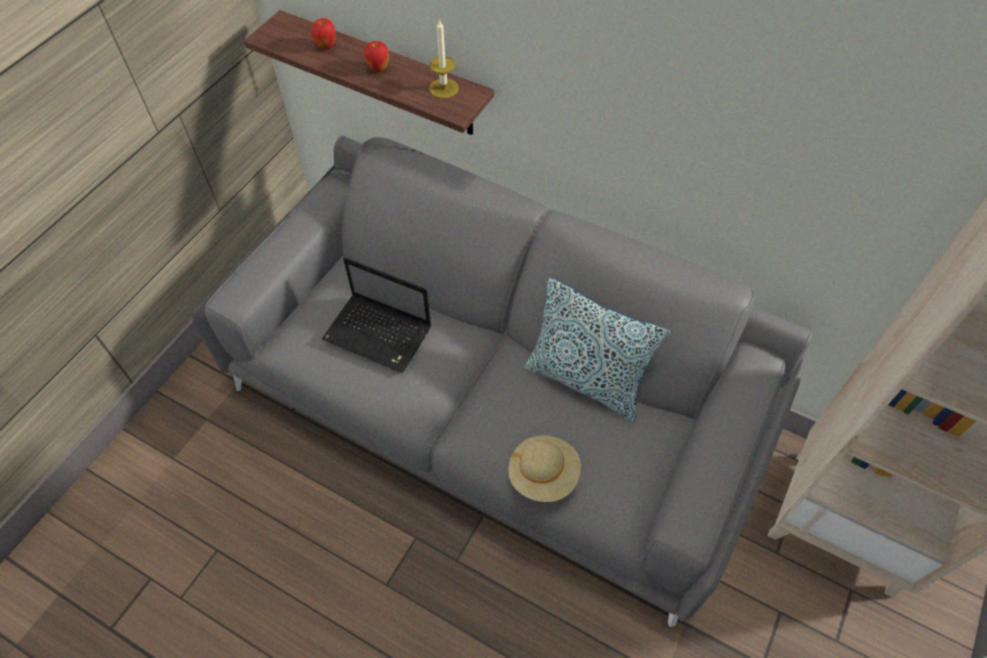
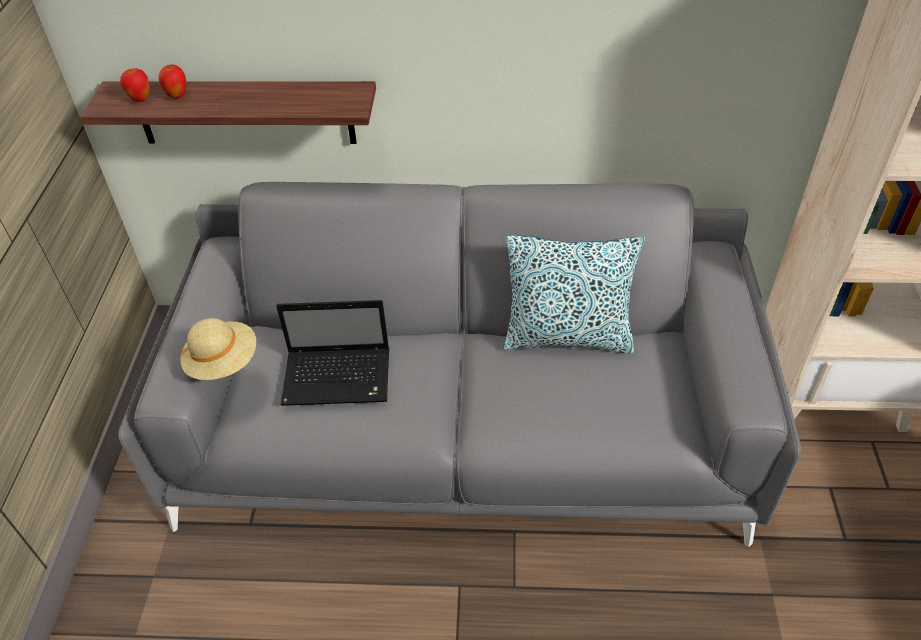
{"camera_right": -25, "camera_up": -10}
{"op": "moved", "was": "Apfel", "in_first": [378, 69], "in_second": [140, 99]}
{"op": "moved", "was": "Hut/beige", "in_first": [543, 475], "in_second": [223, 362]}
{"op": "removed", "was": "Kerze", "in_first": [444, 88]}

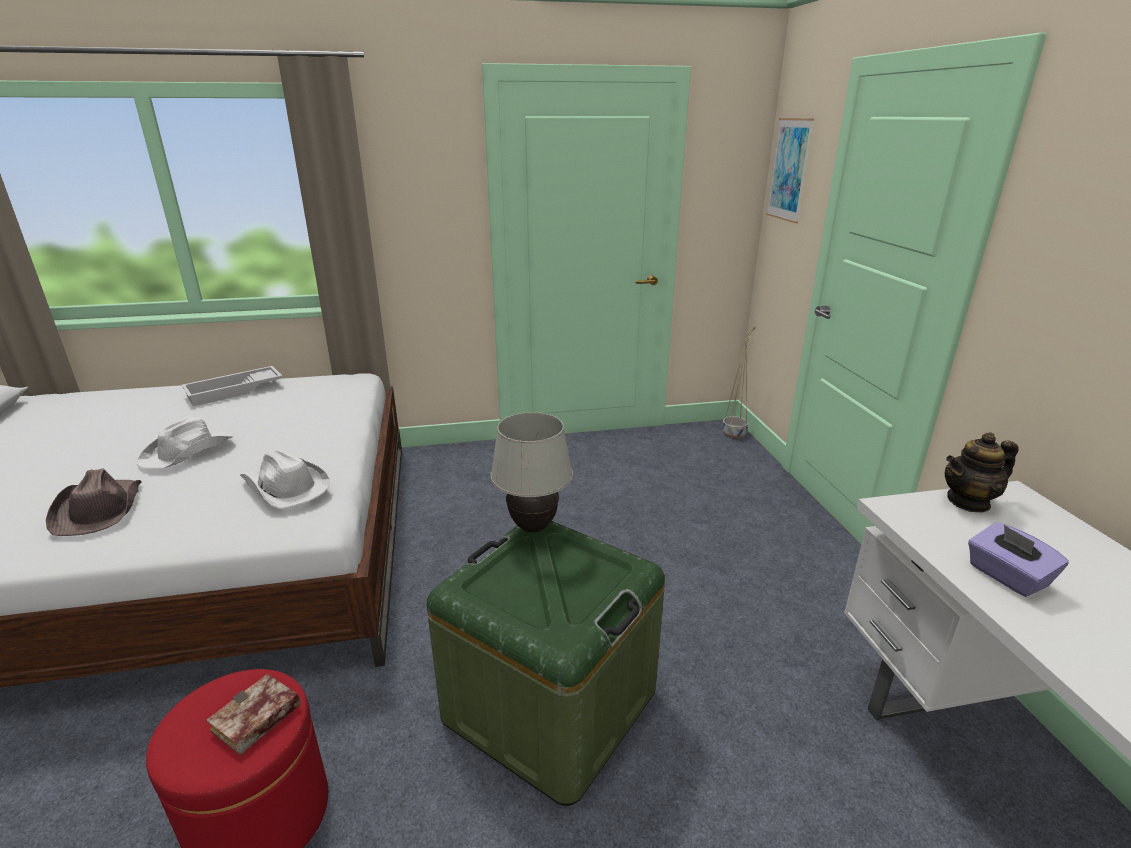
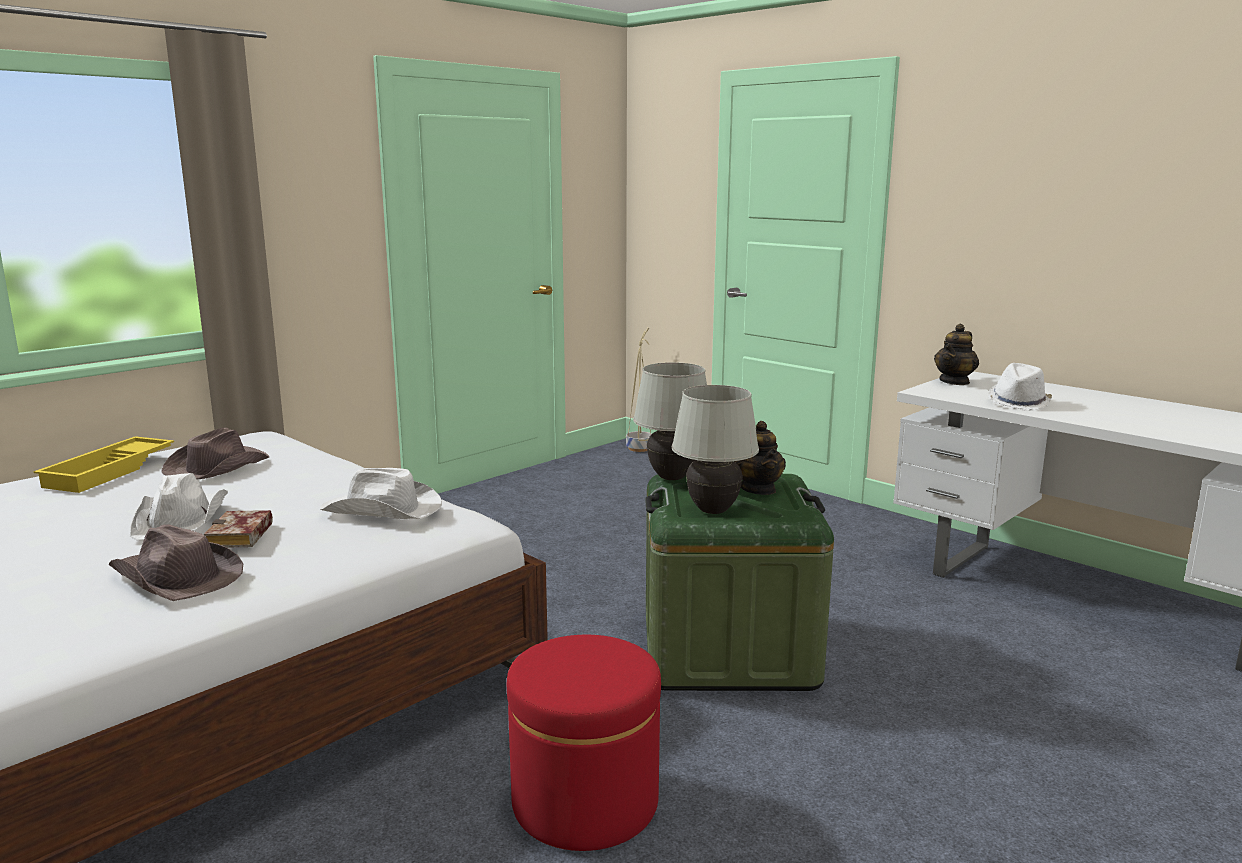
{"camera_right": -35, "camera_up": -10}
{"op": "recoloured", "was": "Tablett/weiß", "now": "Tablett/gelb", "in_first": [234, 391], "in_second": [110, 472]}
{"op": "added", "now": "Hut/braun", "in_second": [216, 467]}
{"op": "moved", "was": "Buch", "in_first": [255, 721], "in_second": [241, 537]}
{"op": "added", "now": "Tischlampe/weiß", "in_second": [713, 511]}
{"op": "added", "now": "Teekanne", "in_second": [758, 489]}
{"op": "replaced", "was": "Taschentuchbox/lila", "now": "Hut/weiß", "in_first": [1006, 576], "in_second": [1019, 403]}
{"op": "removed", "was": "Bild", "in_first": [789, 170]}

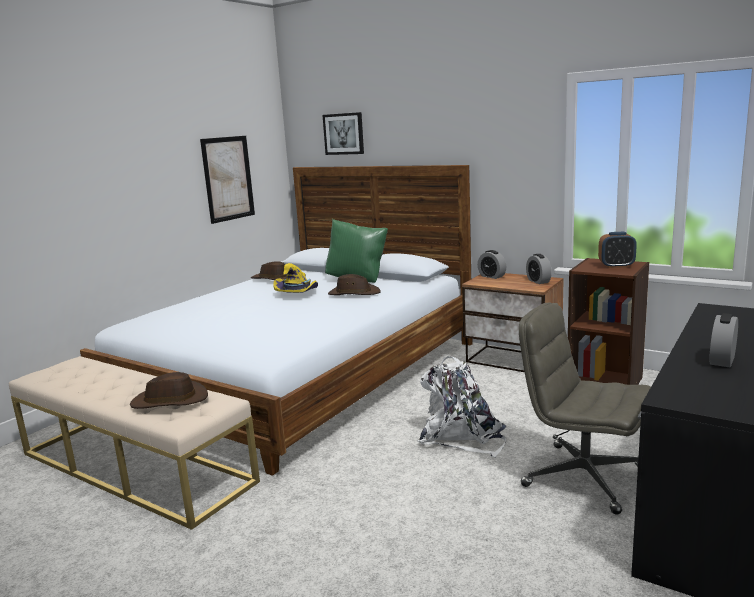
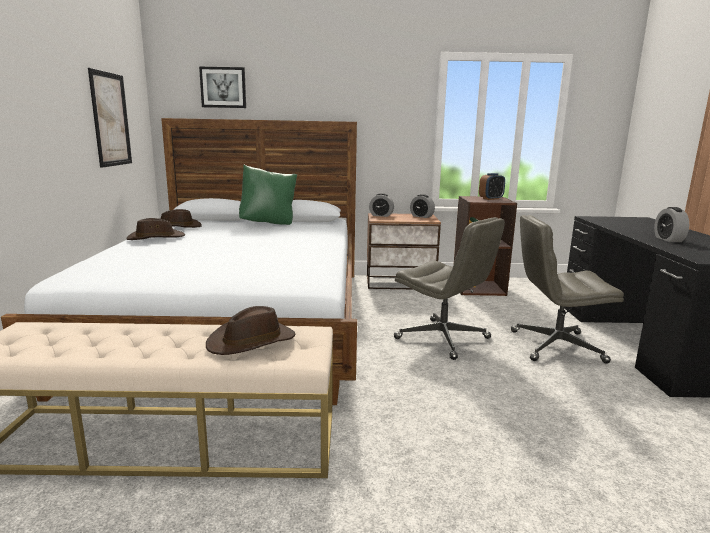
{"camera_right": -35, "camera_up": 0}
{"op": "moved", "was": "Hut/braun", "in_first": [354, 293], "in_second": [155, 238]}
{"op": "replaced", "was": "Rucksack/weiß", "now": "Bürostuhl/grau", "in_first": [461, 437], "in_second": [443, 339]}
{"op": "removed", "was": "Hut/gelb", "in_first": [298, 294]}

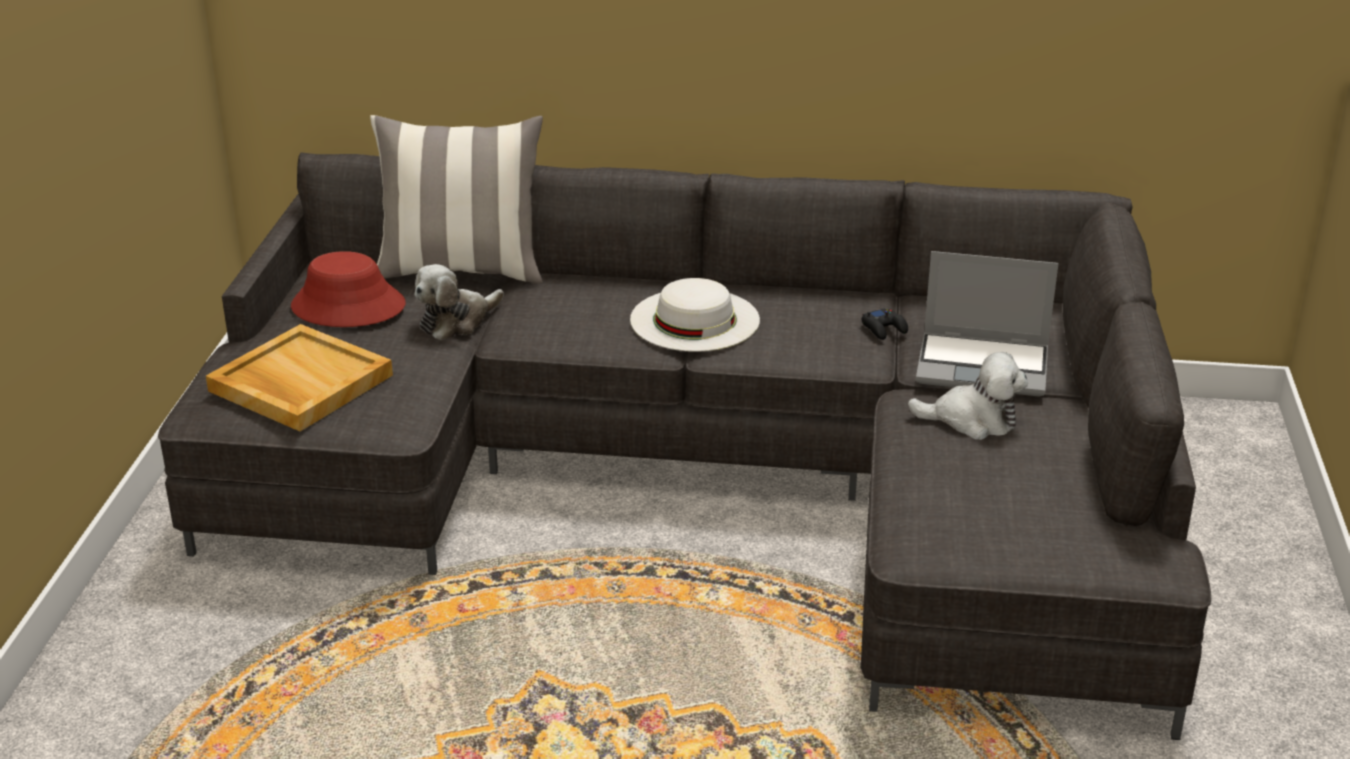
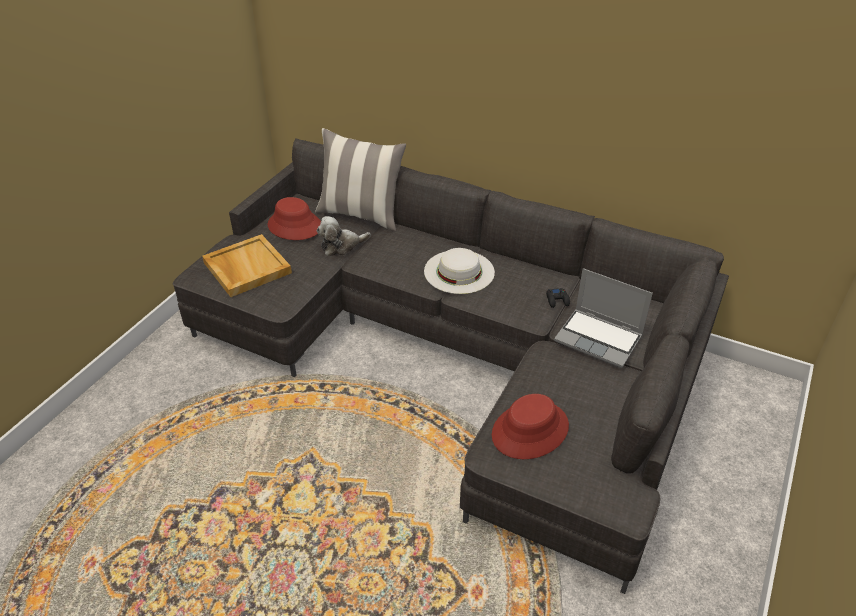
{"camera_right": 20, "camera_up": 10}
{"op": "added", "now": "Hut/rot", "in_second": [530, 430]}
{"op": "removed", "was": "Plüschtier", "in_first": [972, 420]}

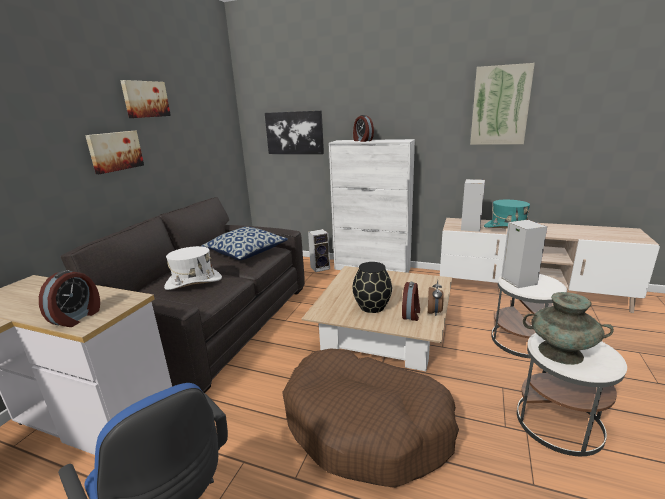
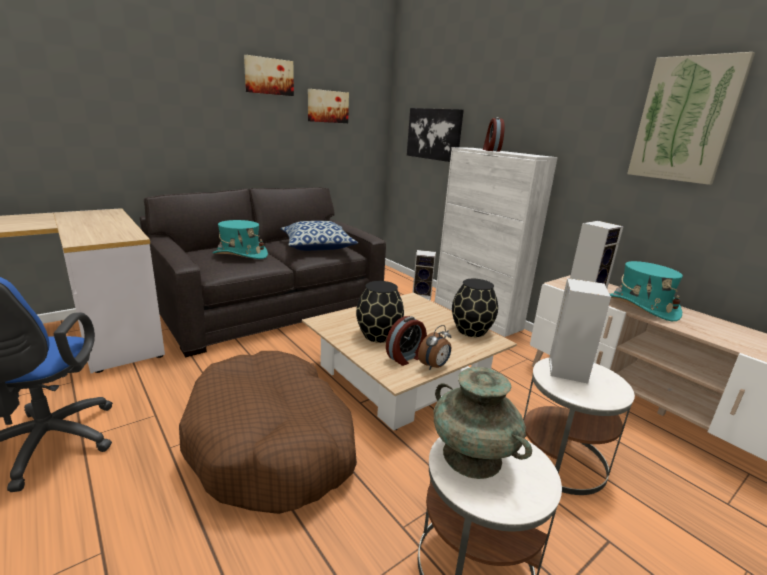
{"camera_right": 30, "camera_up": 0}
{"op": "recoloured", "was": "Hut/weiß", "now": "Hut/türkis", "in_first": [193, 282], "in_second": [240, 255]}
{"op": "moved", "was": "Bild", "in_first": [115, 151], "in_second": [327, 106]}
{"op": "added", "now": "Vase/schwarz", "in_second": [471, 331]}
{"op": "removed", "was": "Wecker", "in_first": [77, 317]}

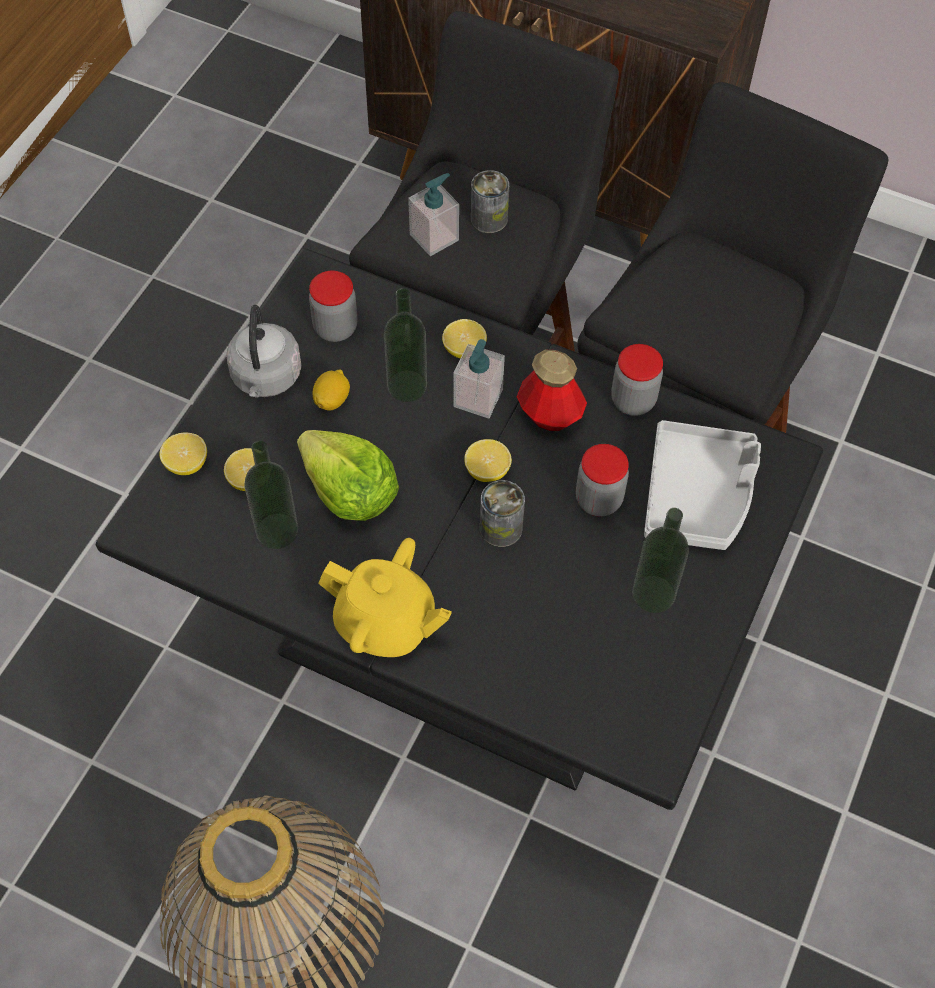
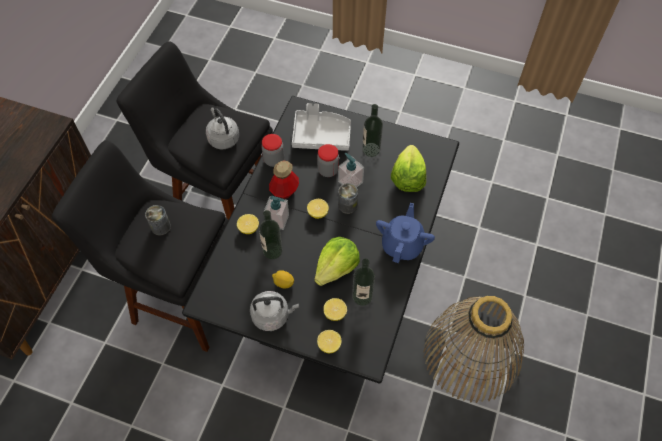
{"camera_right": -95, "camera_up": 0}
{"op": "added", "now": "Wasserkessel/grau", "in_second": [223, 138]}
{"op": "moved", "was": "Seifenspender", "in_first": [434, 237], "in_second": [350, 182]}
{"op": "recoloured", "was": "Teekanne/gelb", "now": "Teekanne/blau", "in_first": [385, 623], "in_second": [402, 245]}
{"op": "added", "now": "Salatkopf", "in_second": [407, 178]}
{"op": "removed", "was": "Vorratsglas", "in_first": [335, 328]}

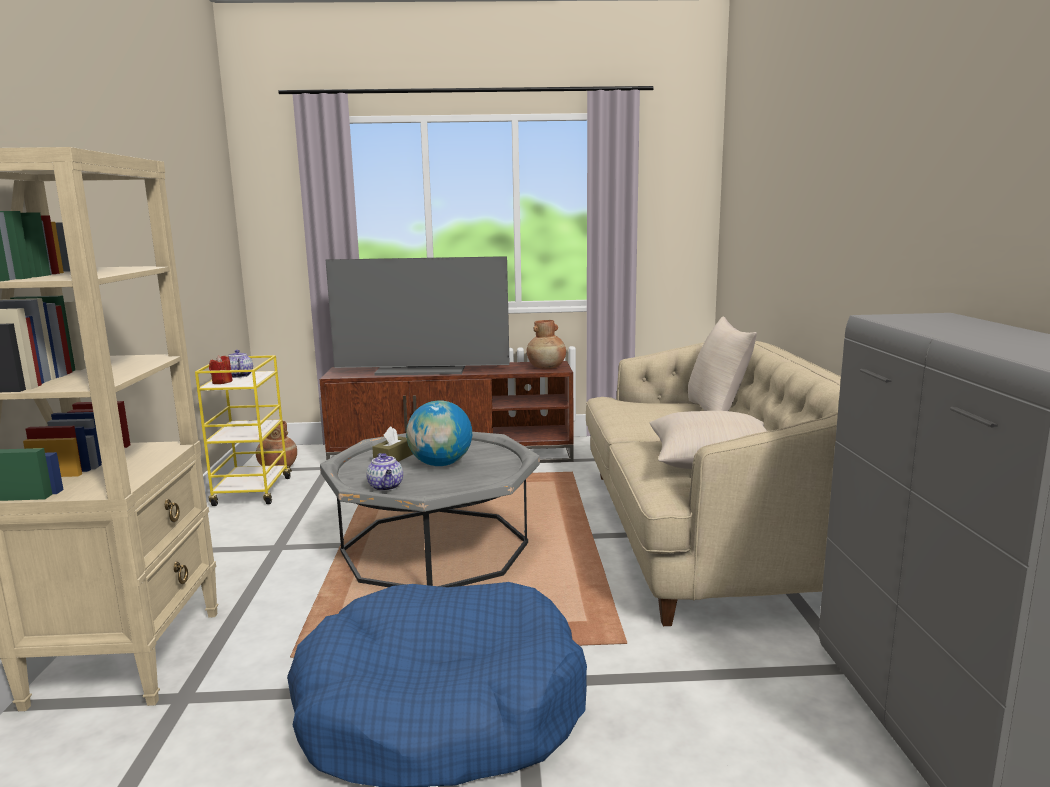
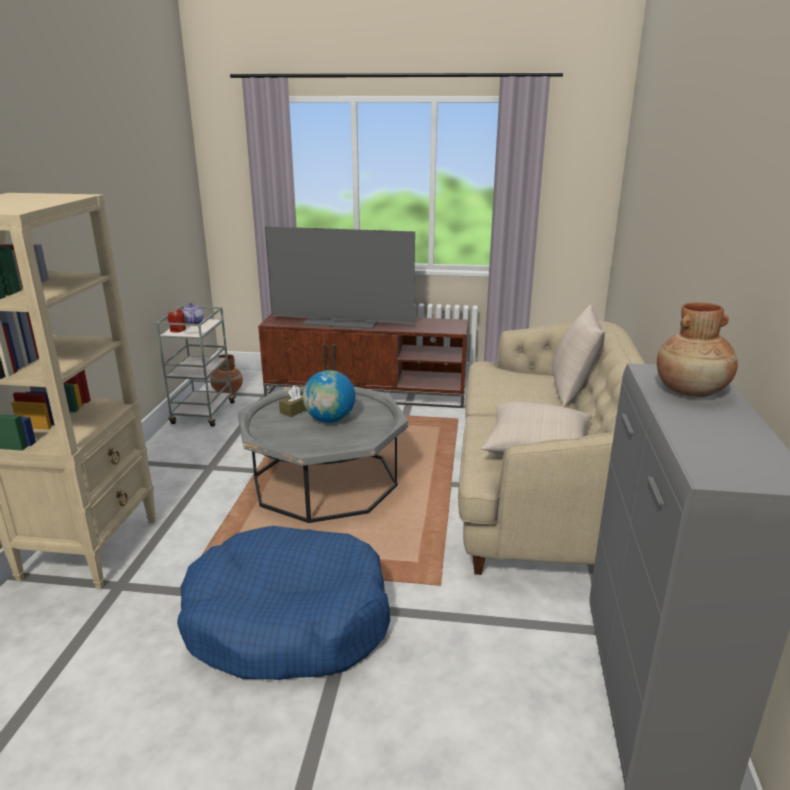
{"camera_right": 10, "camera_up": 10}
{"op": "recoloured", "was": "Rollwagen/gelb", "now": "Rollwagen/grau", "in_first": [252, 492], "in_second": [203, 414]}
{"op": "moved", "was": "Vase/braun", "in_first": [547, 367], "in_second": [691, 391]}
{"op": "removed", "was": "Teekanne", "in_first": [386, 487]}

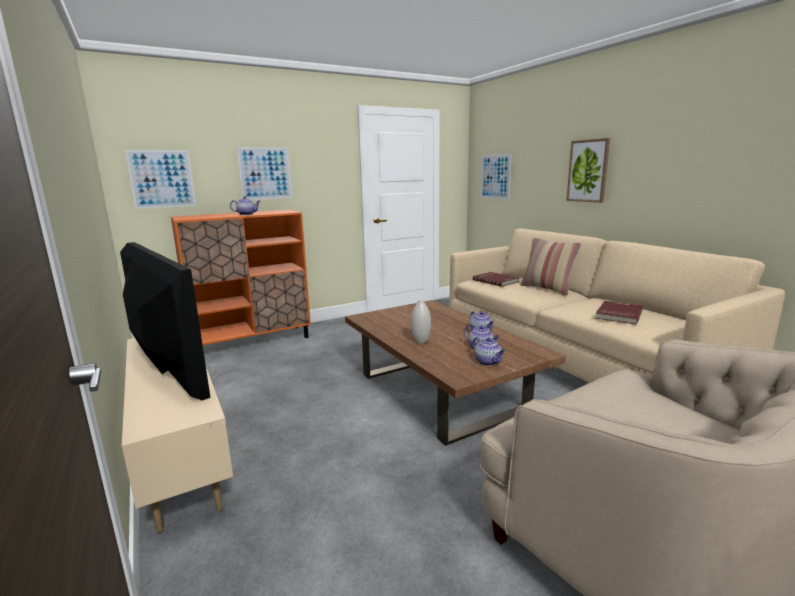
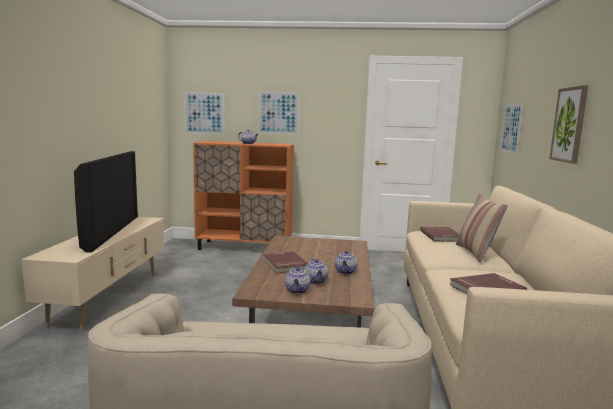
{"camera_right": 35, "camera_up": -5}
{"op": "replaced", "was": "Vase/weiß", "now": "Buch/rot", "in_first": [421, 341], "in_second": [284, 264]}

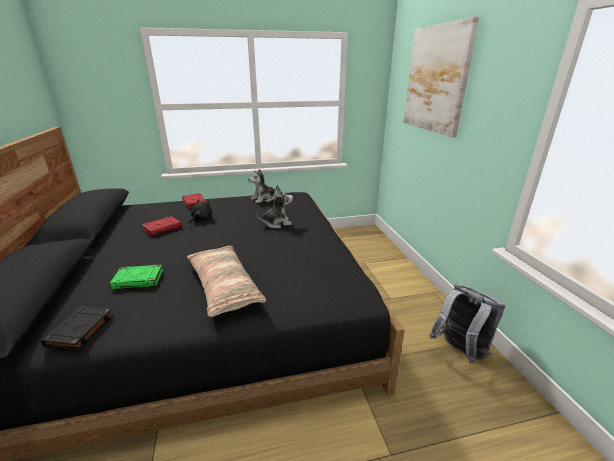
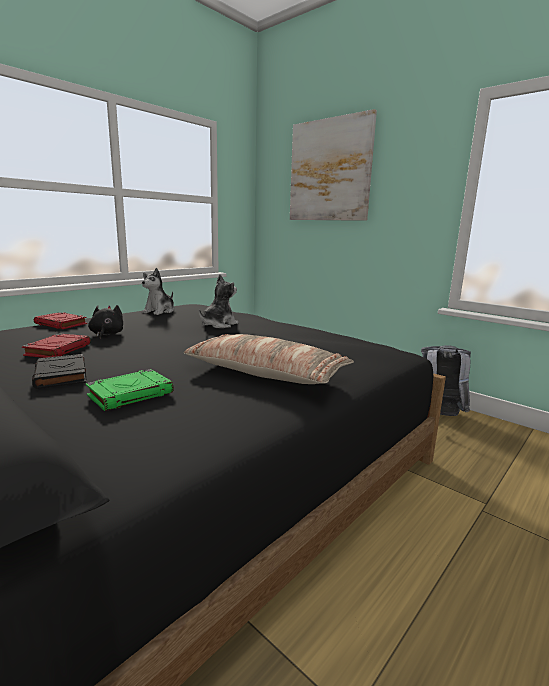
{"camera_right": -35, "camera_up": -10}
{"op": "moved", "was": "Buch/schwarz", "in_first": [80, 331], "in_second": [61, 376]}

